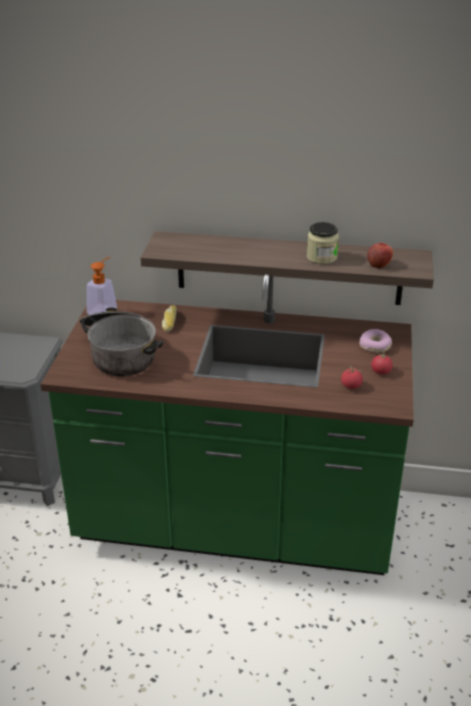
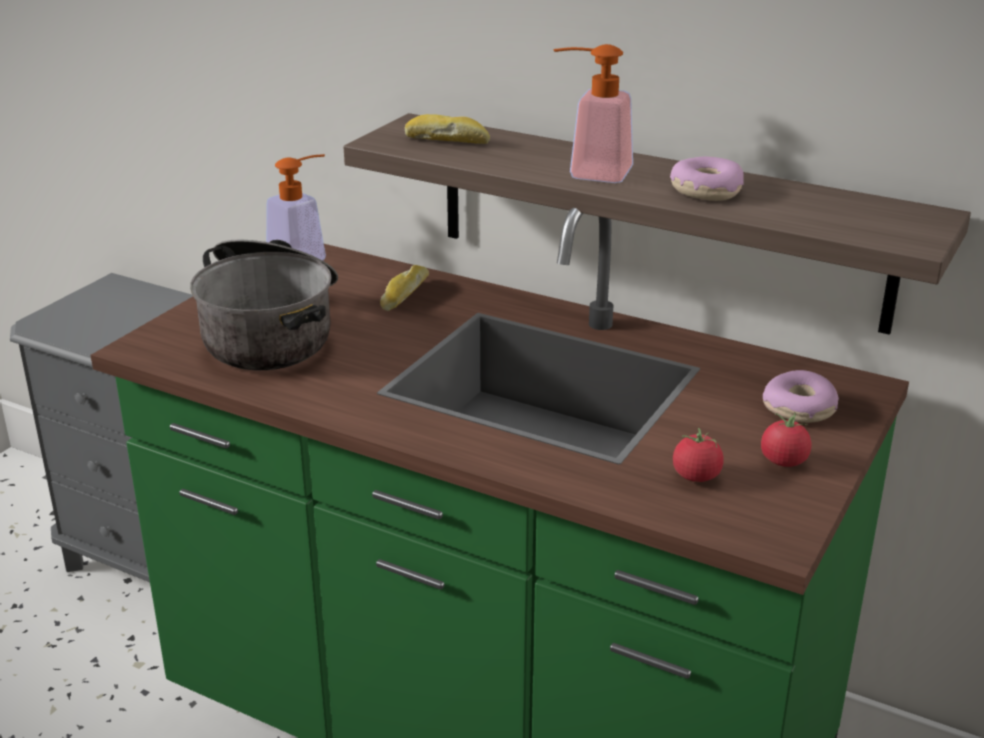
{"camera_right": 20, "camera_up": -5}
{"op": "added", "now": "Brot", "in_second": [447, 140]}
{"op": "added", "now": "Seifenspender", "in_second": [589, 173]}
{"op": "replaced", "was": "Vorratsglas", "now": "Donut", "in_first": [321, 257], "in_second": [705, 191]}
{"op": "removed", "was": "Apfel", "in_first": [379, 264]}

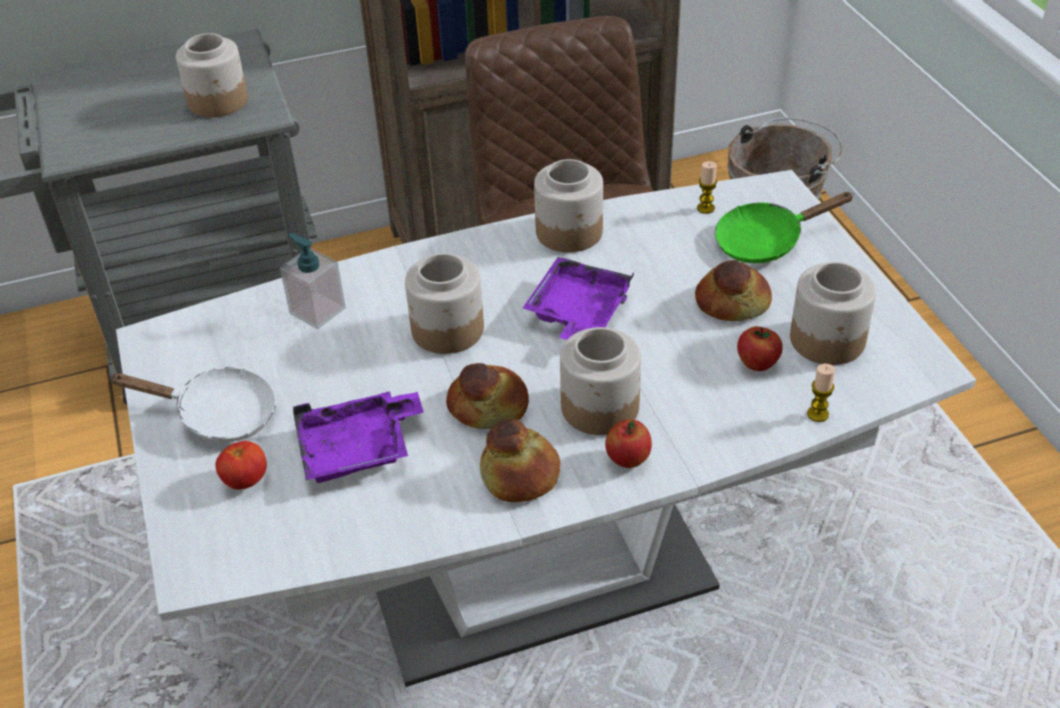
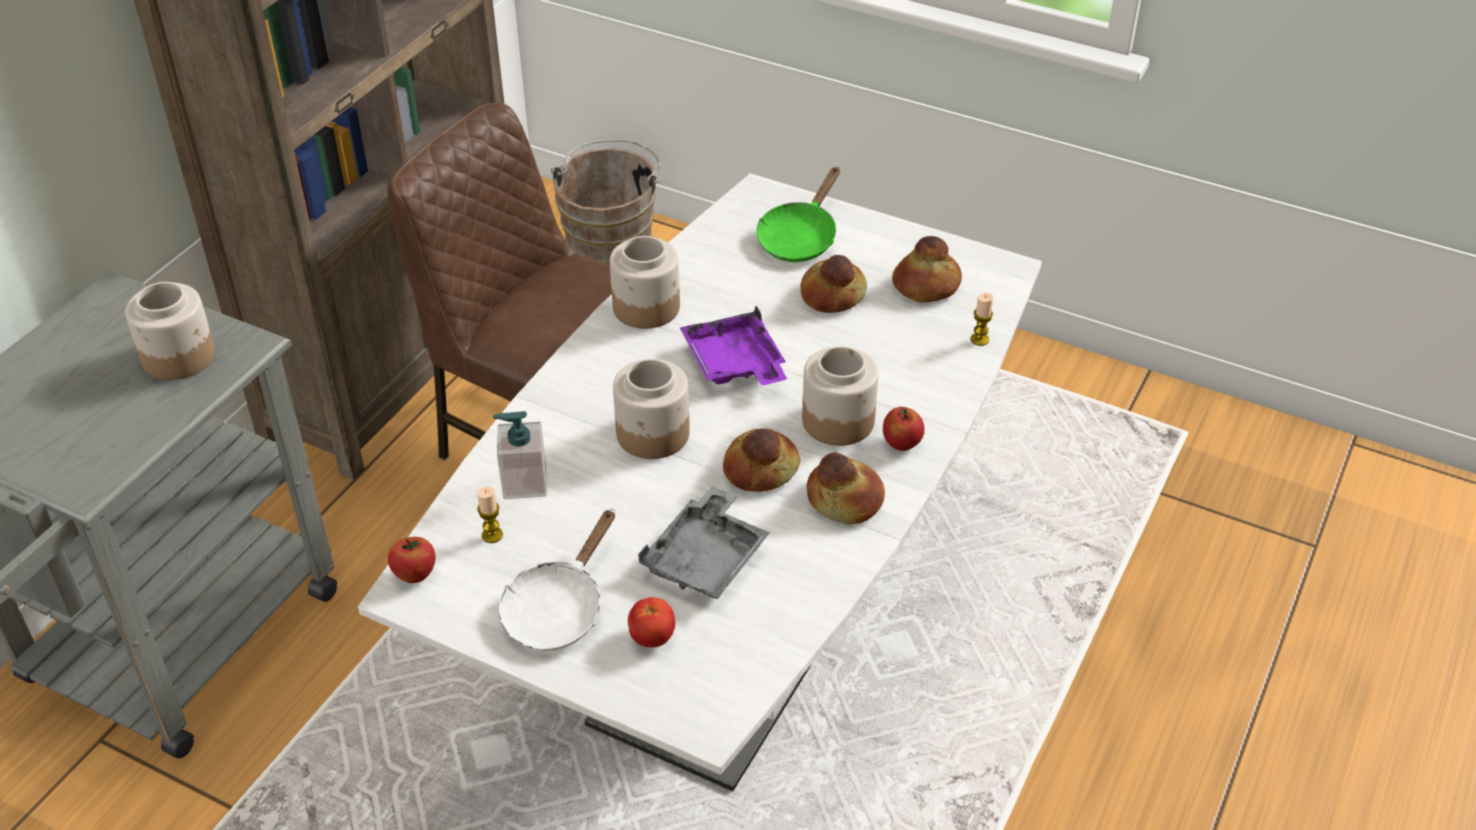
{"camera_right": -45, "camera_up": 0}
{"op": "moved", "was": "Apfel", "in_first": [757, 364], "in_second": [415, 574]}
{"op": "moved", "was": "Kerze", "in_first": [705, 208], "in_second": [492, 535]}
{"op": "turned", "was": "Pfanne/weiß", "in_first": [218, 415], "in_second": [558, 609], "clockwise": 150}
{"op": "recoloured", "was": "Tablett/lila", "now": "Tablett/grau", "in_first": [358, 449], "in_second": [707, 559]}
{"op": "replaced", "was": "Vorratsglas", "now": "Brot", "in_first": [828, 340], "in_second": [926, 286]}

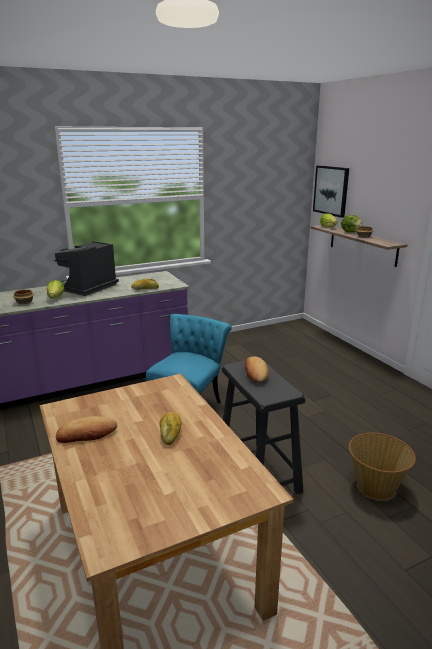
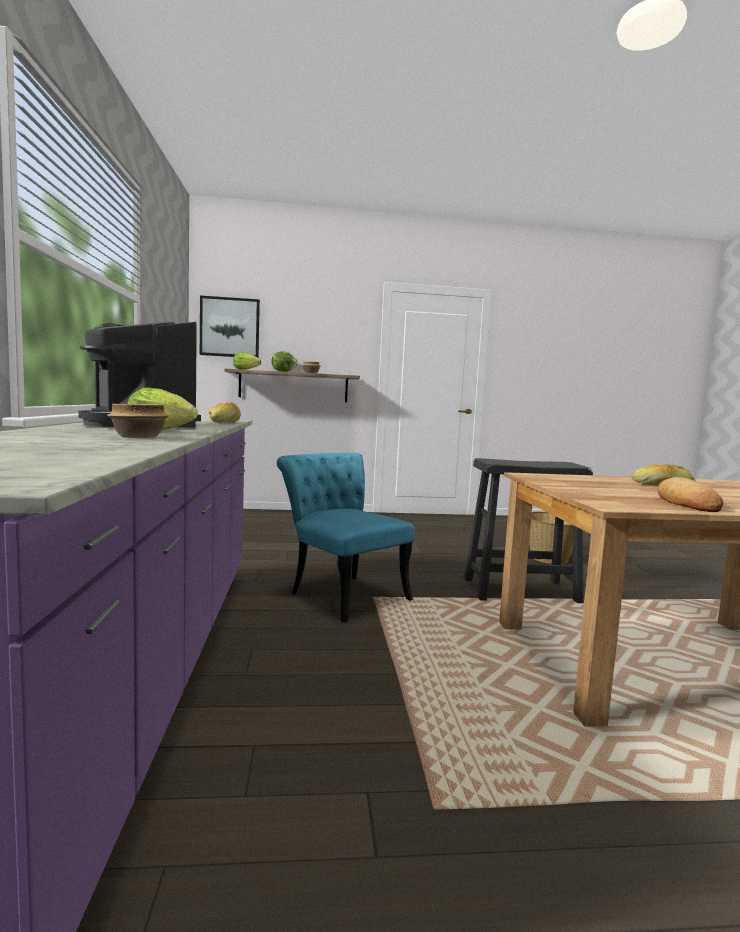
{"camera_right": -70, "camera_up": -15}
{"op": "removed", "was": "Brot", "in_first": [255, 372]}

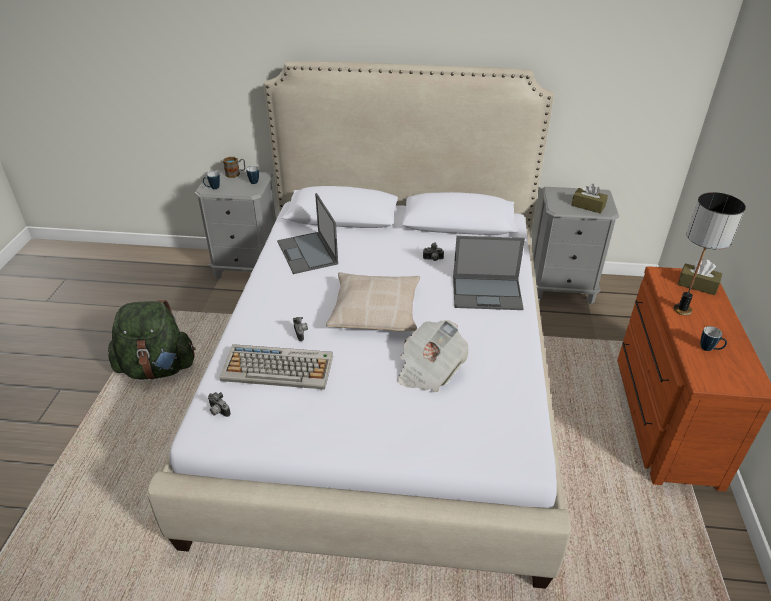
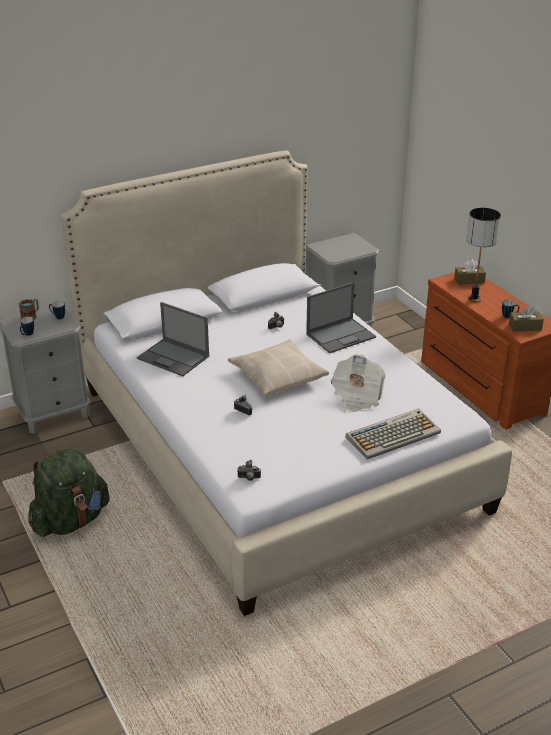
{"camera_right": -35, "camera_up": -5}
{"op": "moved", "was": "Tastatur", "in_first": [279, 368], "in_second": [393, 434]}
{"op": "moved", "was": "Taschentuchbox/braun", "in_first": [588, 206], "in_second": [525, 327]}

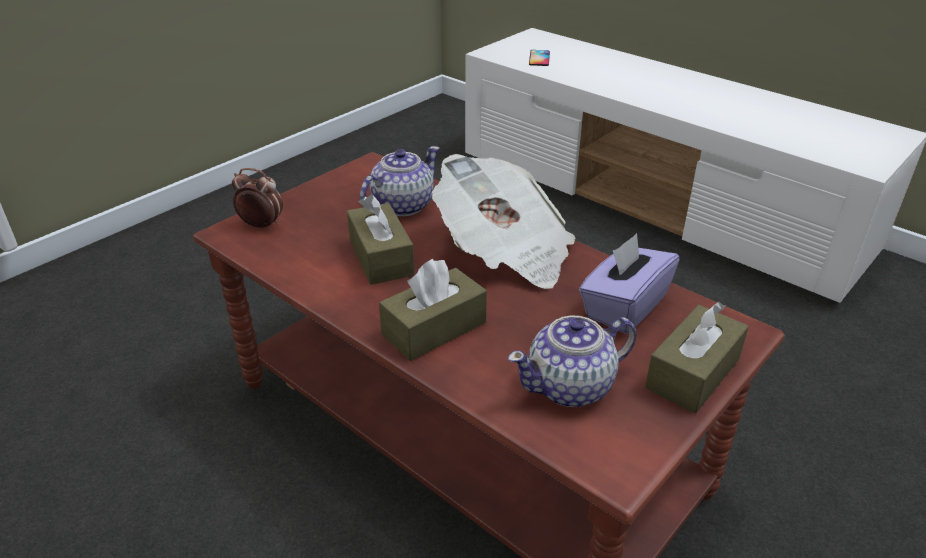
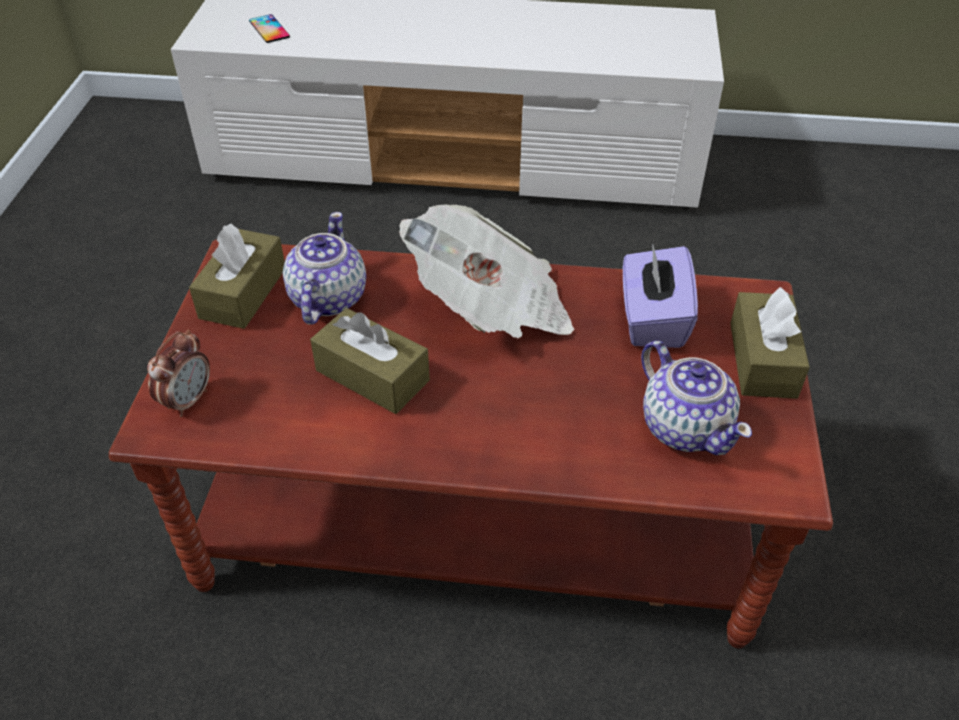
{"camera_right": -35, "camera_up": 10}
{"op": "turned", "was": "Wecker", "in_first": [261, 225], "in_second": [188, 400], "clockwise": 135}
{"op": "moved", "was": "Taschentuchbox/braun", "in_first": [434, 328], "in_second": [243, 293]}
{"op": "turned", "was": "Teekanne", "in_first": [571, 387], "in_second": [685, 426], "clockwise": -60}

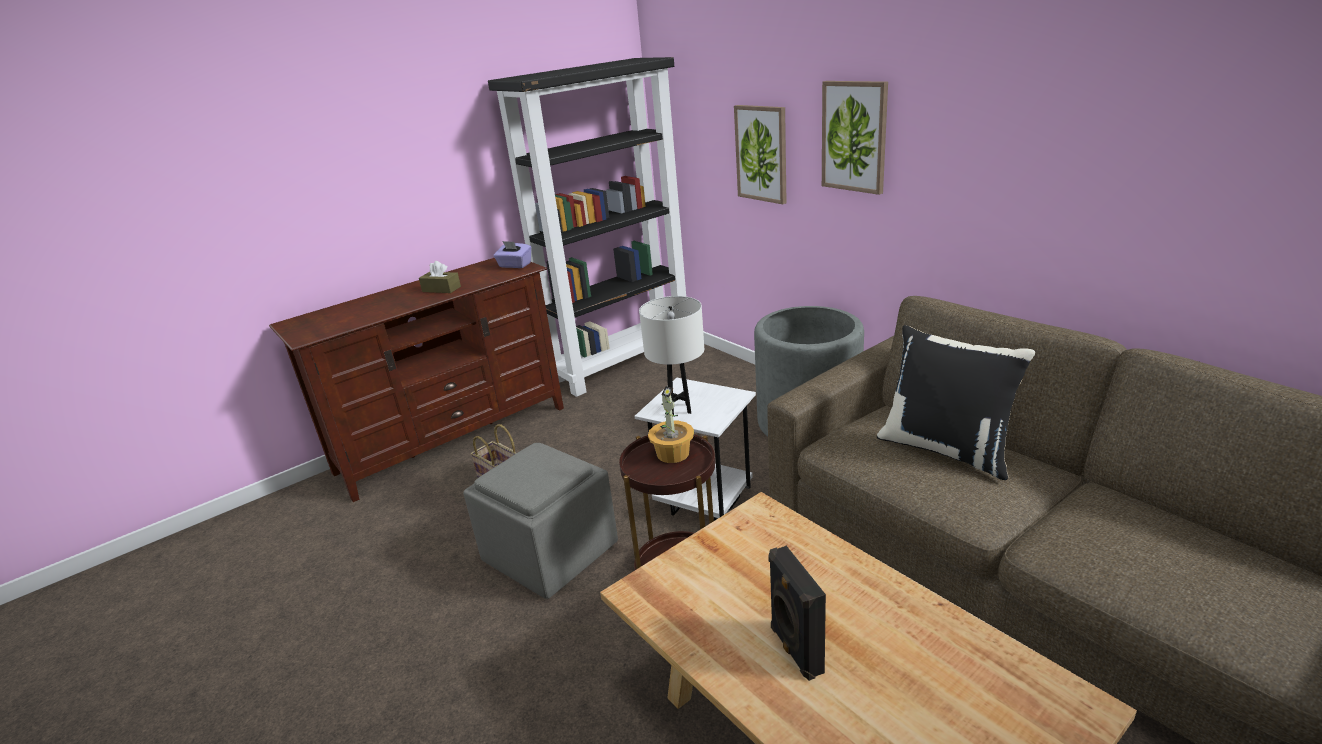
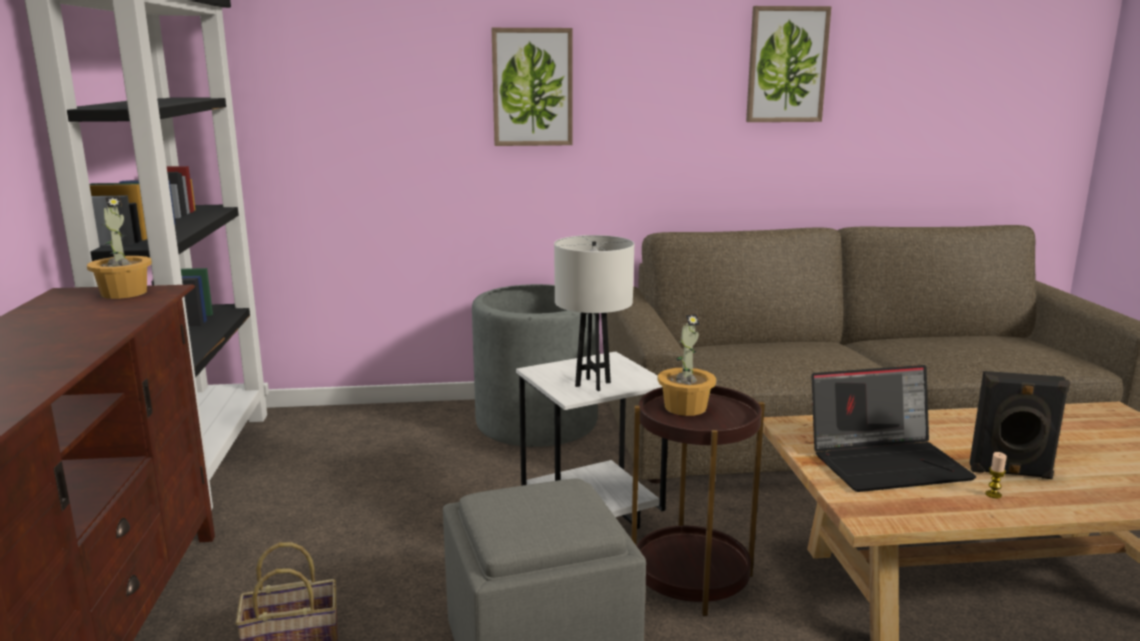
{"camera_right": -60, "camera_up": -10}
{"op": "replaced", "was": "Taschentuchbox/lila", "now": "Topfpflanze", "in_first": [515, 265], "in_second": [124, 293]}
{"op": "moved", "was": "Bild", "in_first": [762, 153], "in_second": [786, 65]}
{"op": "added", "now": "Laptop", "in_second": [888, 463]}
{"op": "added", "now": "Kerze", "in_second": [993, 494]}
{"op": "removed", "was": "Taschentuchbox/braun", "in_first": [441, 289]}
{"op": "removed", "was": "Kissen/schwarz", "in_first": [946, 449]}

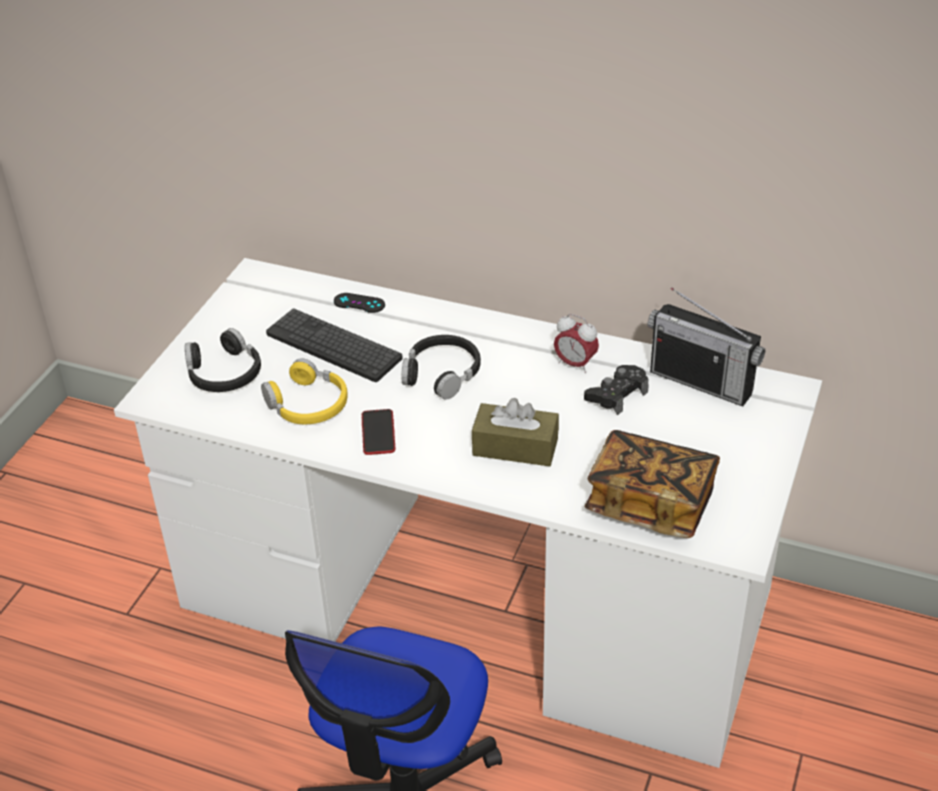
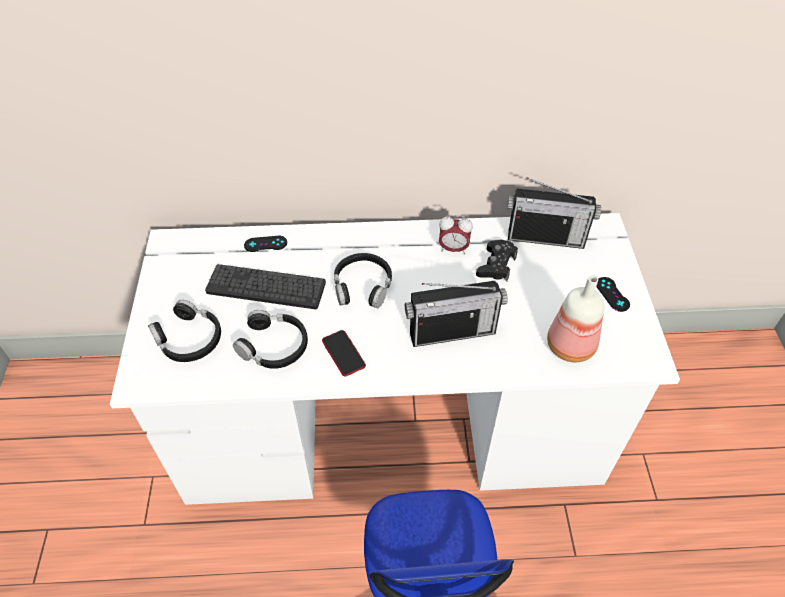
{"camera_right": -25, "camera_up": 10}
{"op": "recoloured", "was": "Kopfhörer/gelb", "now": "Kopfhörer/schwarz", "in_first": [308, 404], "in_second": [274, 346]}
{"op": "replaced", "was": "Taschentuchbox/braun", "now": "Radio", "in_first": [515, 447], "in_second": [452, 332]}
{"op": "replaced", "was": "Buch", "now": "Flasche", "in_first": [650, 503], "in_second": [572, 347]}
{"op": "added", "now": "Gamepad/schwarz", "in_second": [612, 294]}

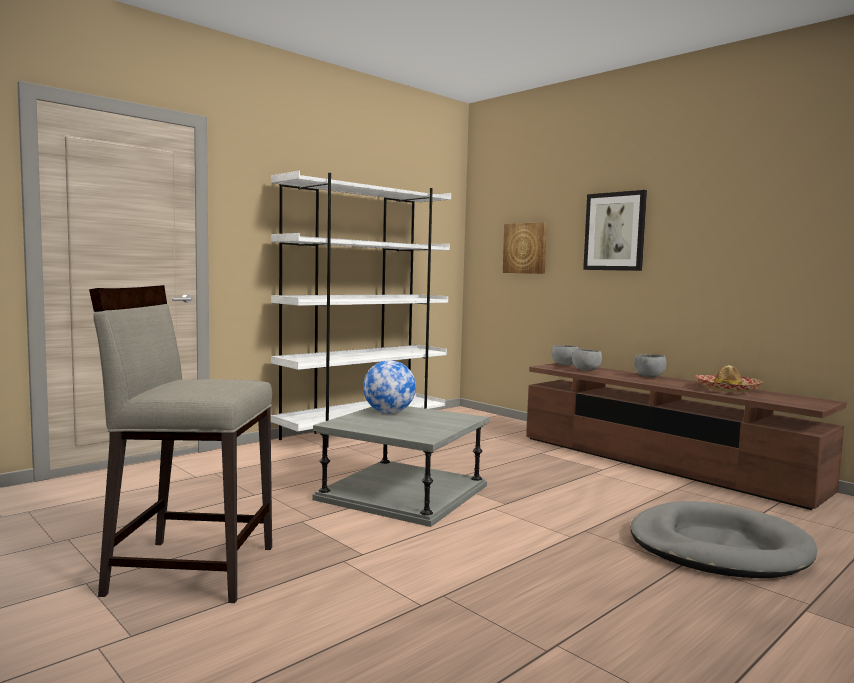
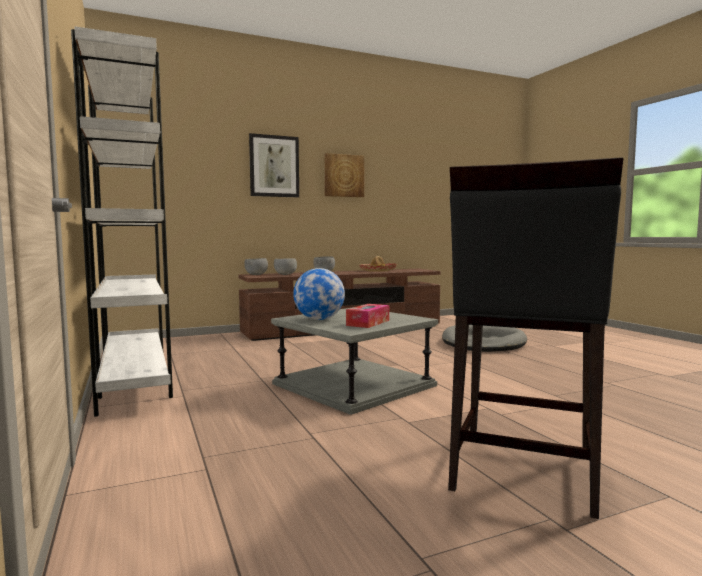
{"camera_right": -70, "camera_up": 0}
{"op": "moved", "was": "Bild", "in_first": [525, 248], "in_second": [343, 176]}
{"op": "added", "now": "Taschentuchbox", "in_second": [368, 323]}
{"op": "recoloured", "was": "Hocker/beige", "now": "Hocker/schwarz", "in_first": [191, 569], "in_second": [522, 471]}

